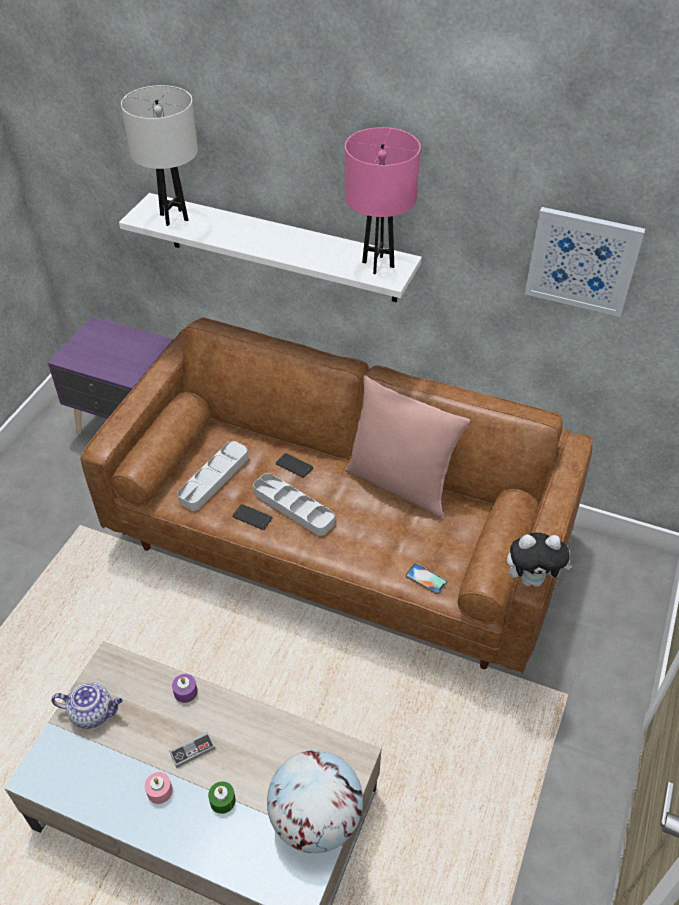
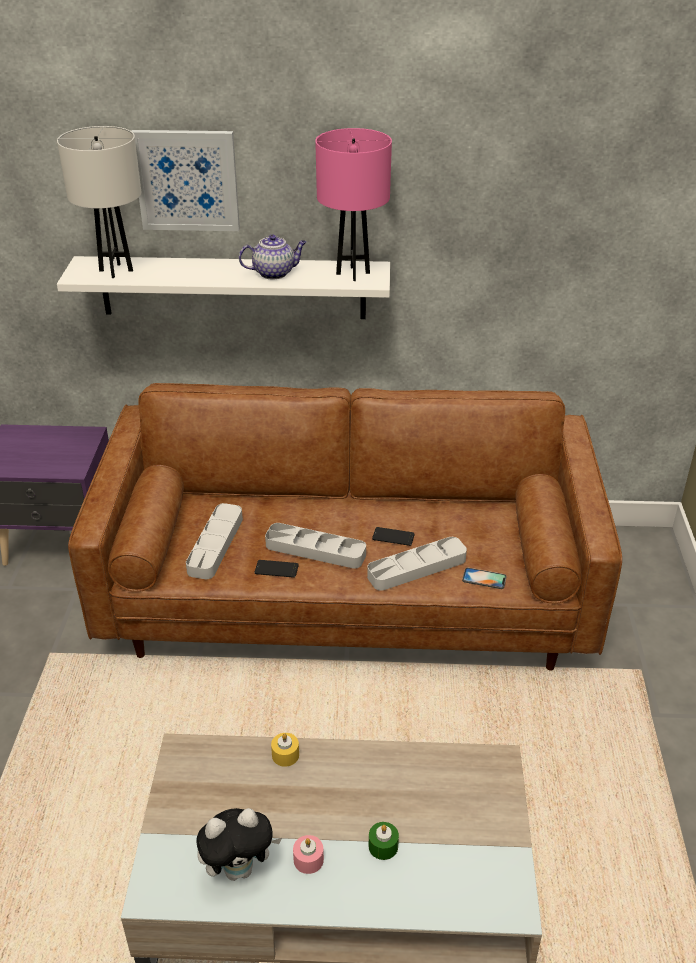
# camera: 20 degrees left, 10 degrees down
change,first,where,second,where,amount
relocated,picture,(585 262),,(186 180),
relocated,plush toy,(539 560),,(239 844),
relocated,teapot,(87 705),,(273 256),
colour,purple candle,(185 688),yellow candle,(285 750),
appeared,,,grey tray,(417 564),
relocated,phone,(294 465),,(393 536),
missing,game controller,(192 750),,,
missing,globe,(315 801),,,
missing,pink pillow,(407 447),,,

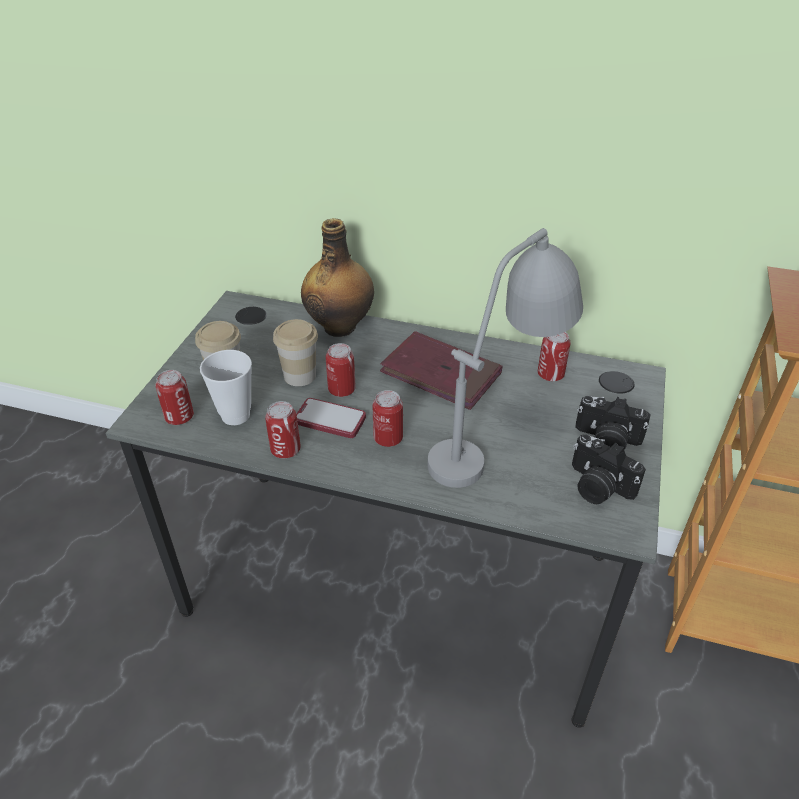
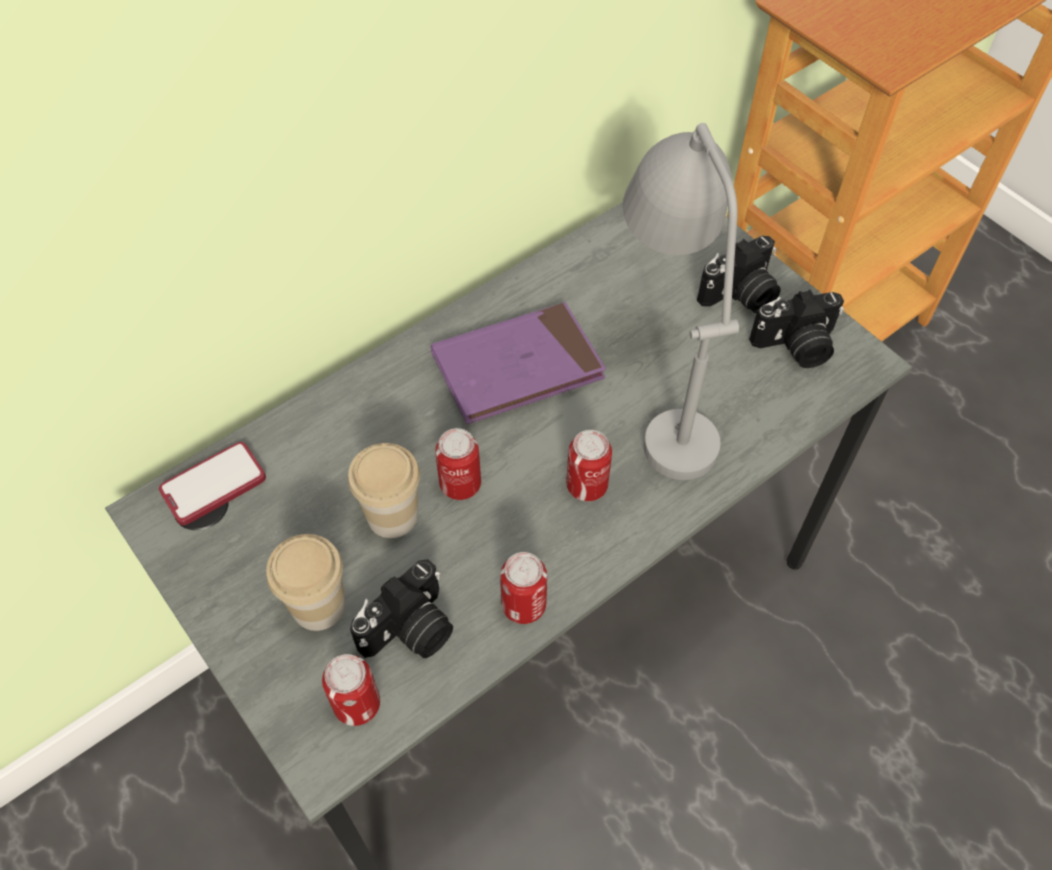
# camera: 55 degrees left, 15 degrees up
change,first,where,second,where,amount
relocated,phone,(331 418),,(212 483),
exchanged,cup,(226 387),photo camera,(401 608),
colour,red book,(441 370),purple book,(518 363),
missing,bottle,(337 277),,,
missing,can,(554 356),,,

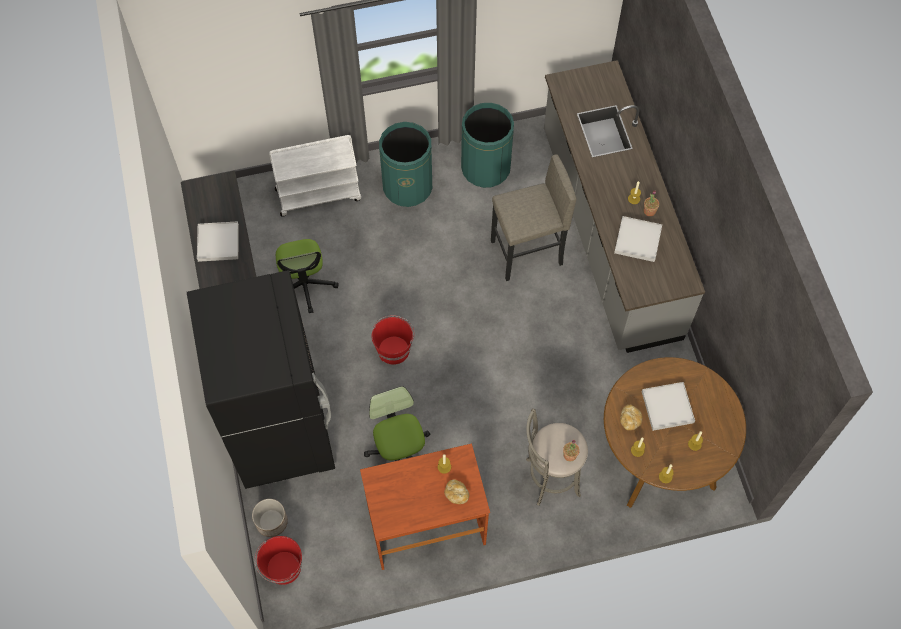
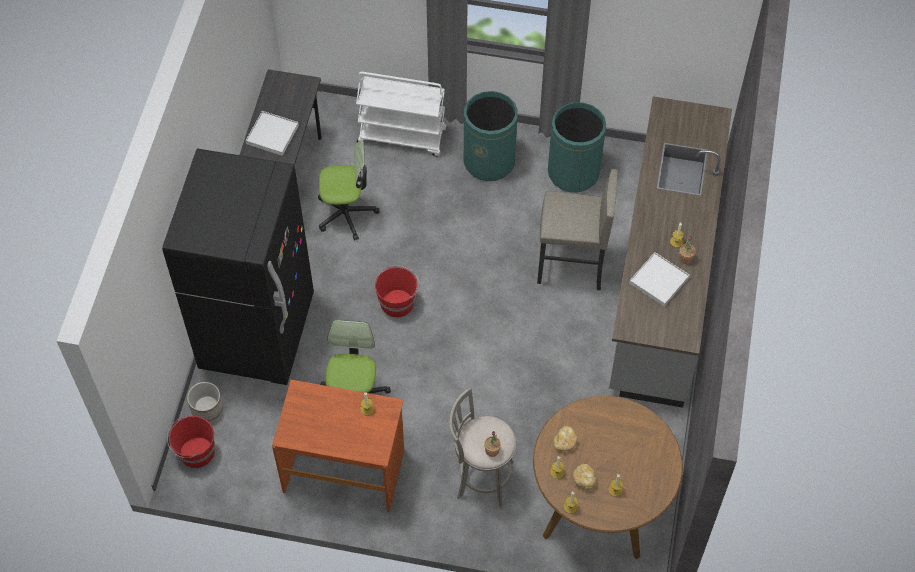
# camera: 25 degrees right, 5 degrees down
change,first,where,second,where,amount
spun,office chair,(307 276),,(349 190),105 degrees counterclockwise
relocated,bread,(456 491),,(584 477),
missing,white tray,(668 406),,,

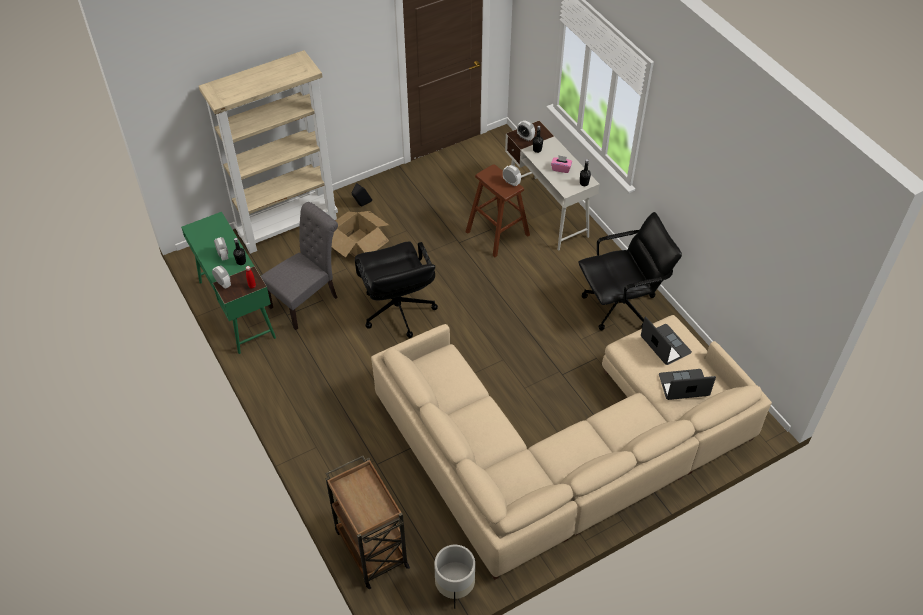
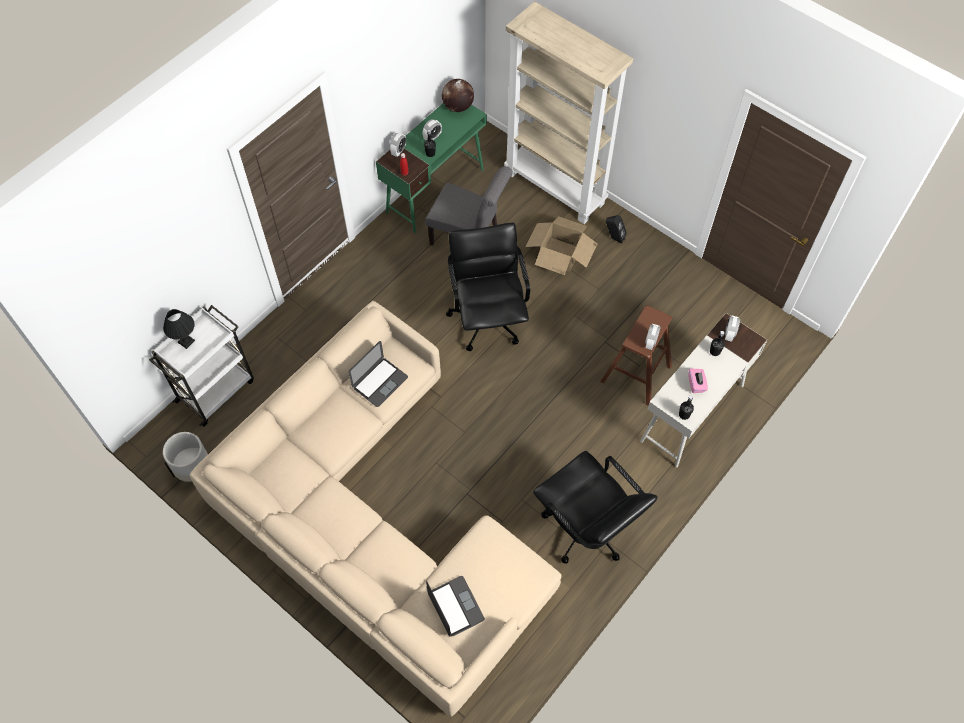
# camera: 70 degrees right, 10 degrees up
change,first,where,second,where,amount
colour,brown cart,(368 522),white cart,(201 365),
appeared,,,black table lamp,(179 329),
relocated,laptop,(666 340),,(378 374),
appeared,,,globe,(458 95),
spun,black office chair,(396 289),,(488 287),120 degrees clockwise

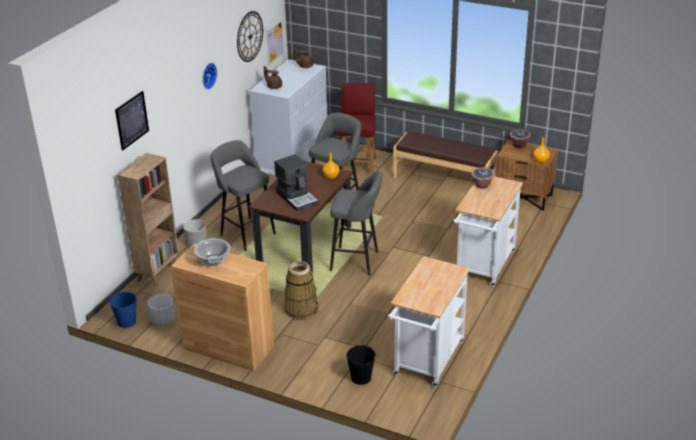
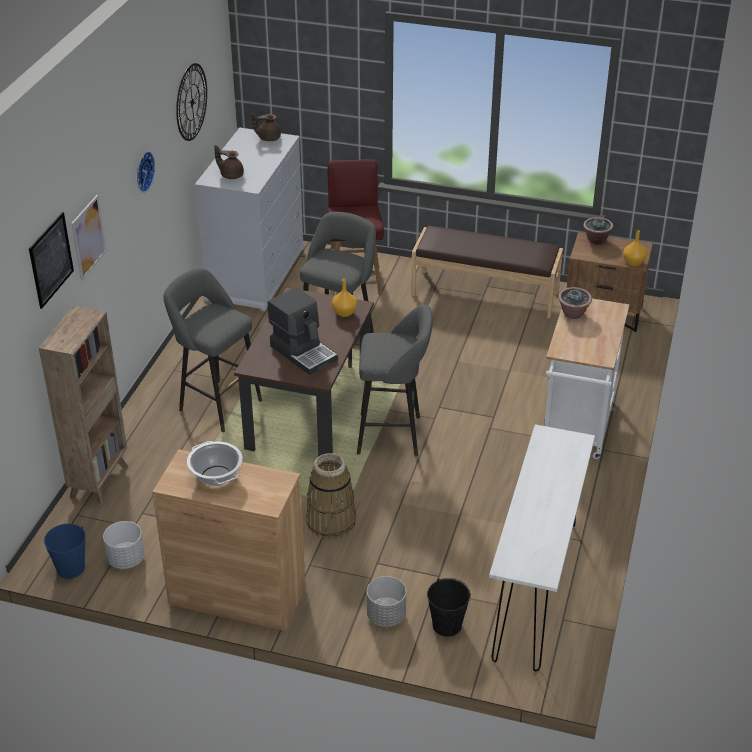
# camera: 10 degrees left, 5 degrees up
change,first,where,second,where,amount
relocated,picture,(275 42),,(89 238),
relocated,grey planter,(195 232),,(386 601),
exchanged,white cart,(429 321),white console table,(542 547),

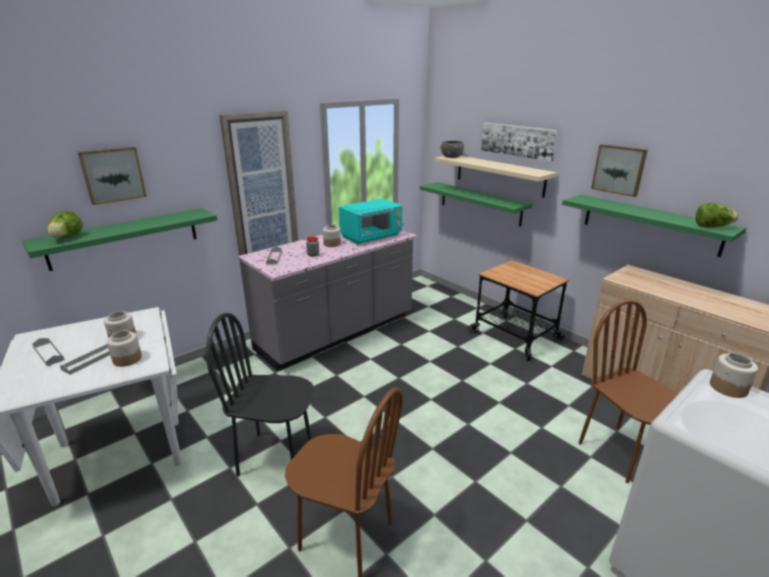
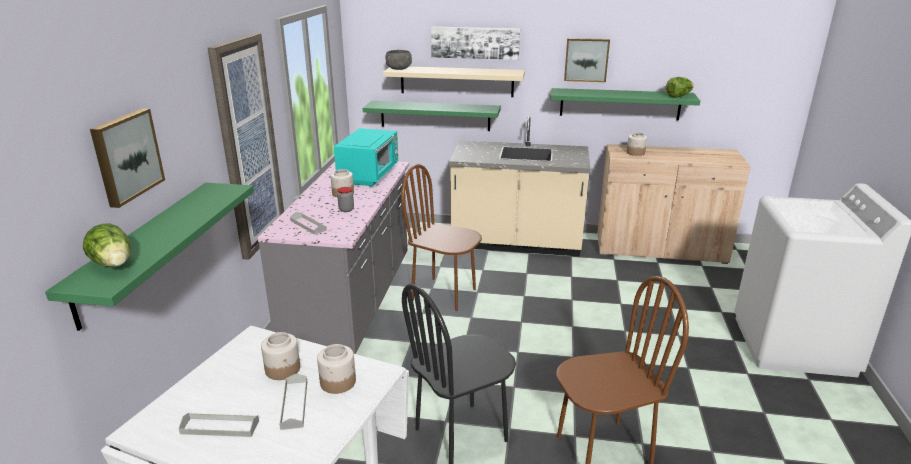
# camera: 40 degrees left, 0 degrees up
change,first,where,second,where,amount
relocated,brown chair,(629 391),,(441 237),
exchanged,cart,(518 310),beige counter,(520 186),
relocated,jar,(734 375),,(637 144),

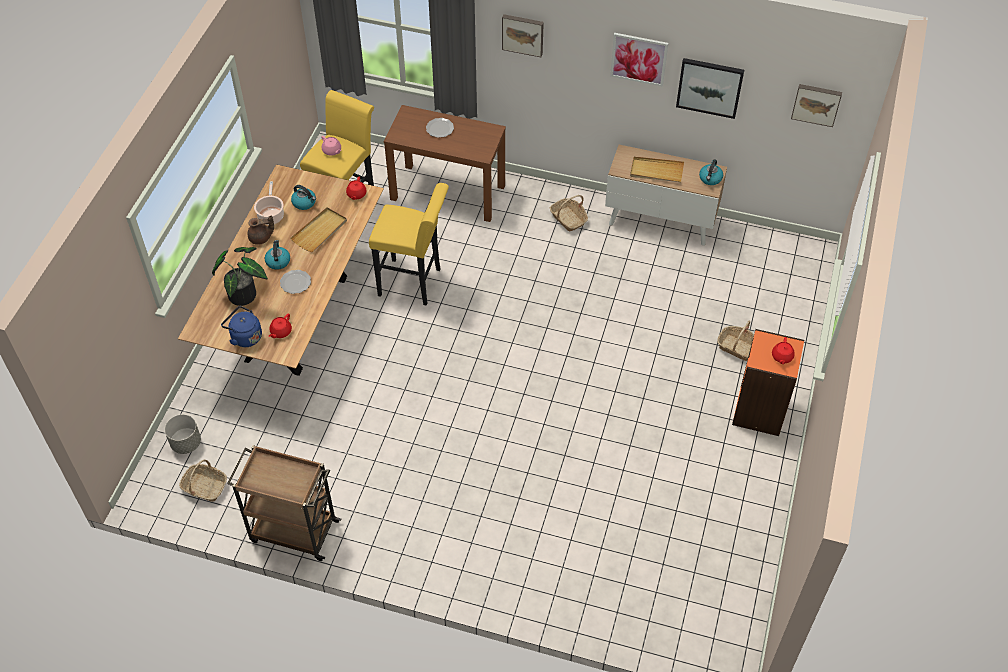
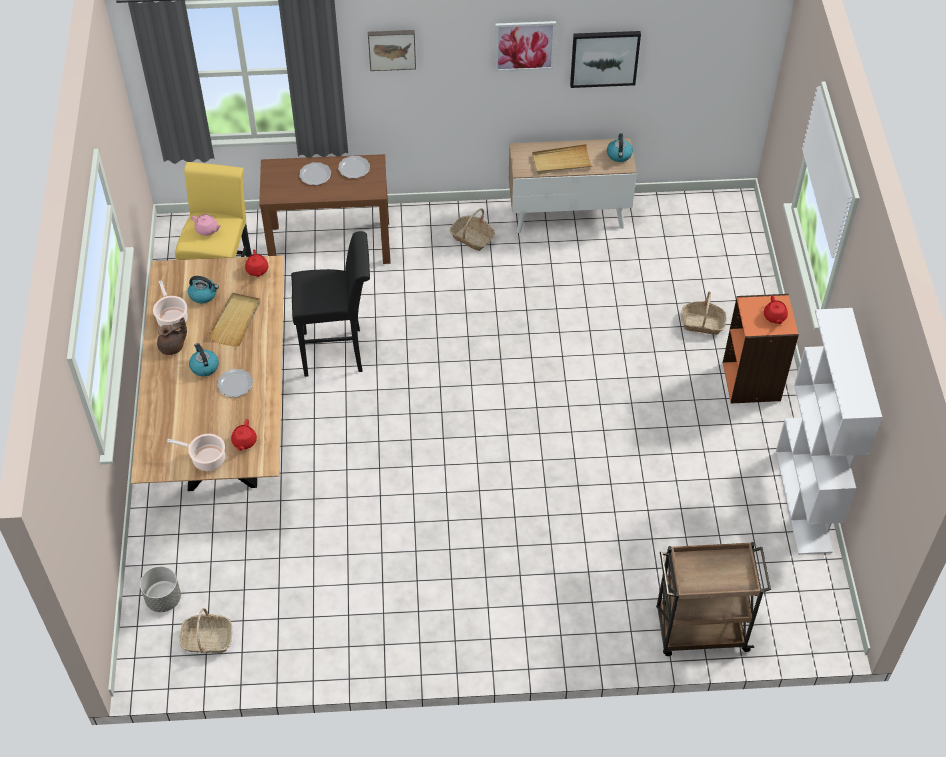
# camera: 20 degrees left, 0 degrees up
change,first,where,second,where,amount
exchanged,blue kettle,(241 326),cooking pot,(196 452),
colour,yellow stool,(409 244),black stool,(330 304),
appeared,,,plate,(354 167),
relocated,brown cart,(284 503),,(713 599),
appeared,,,white bookcase,(829 431),
missing,potted plant,(240 276),,,
missing,picture,(816 105),,,

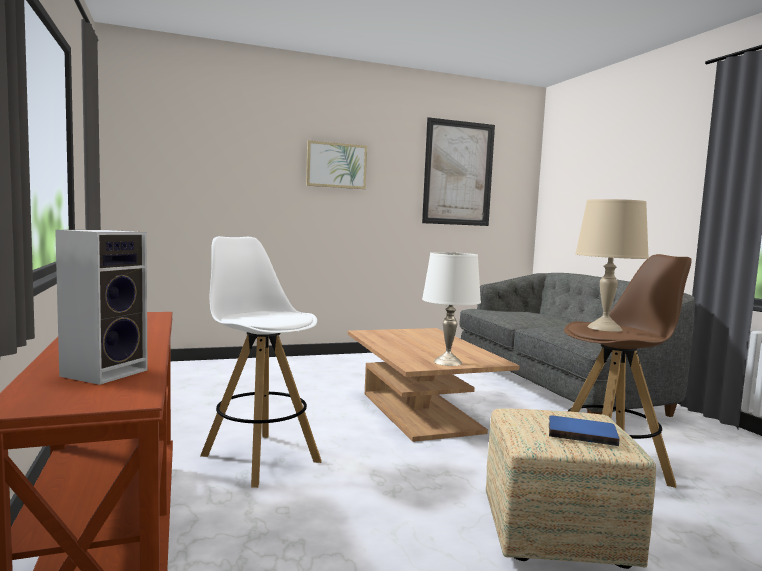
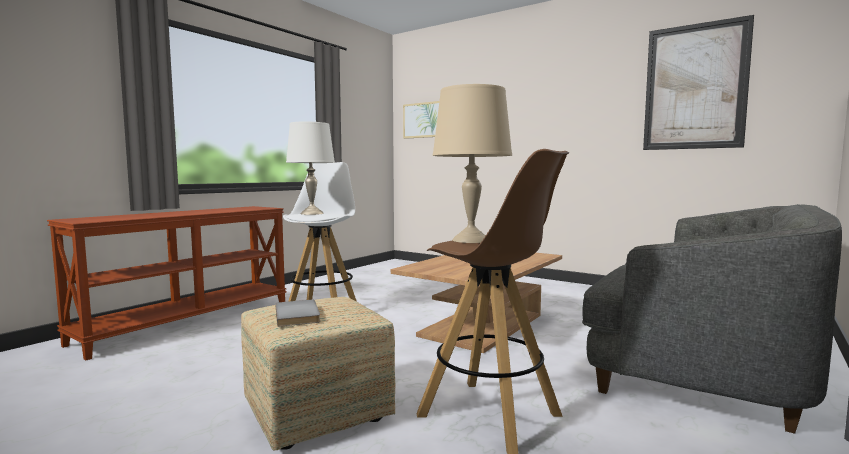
# camera: 55 degrees right, 0 degrees up
change,first,where,second,where,amount
colour,blue book,(584 430),grey book,(298 313),
relocated,white table lamp,(451 309),,(310 168),
relocated,picture,(336 164),,(421 120),
missing,speaker,(101 307),,,

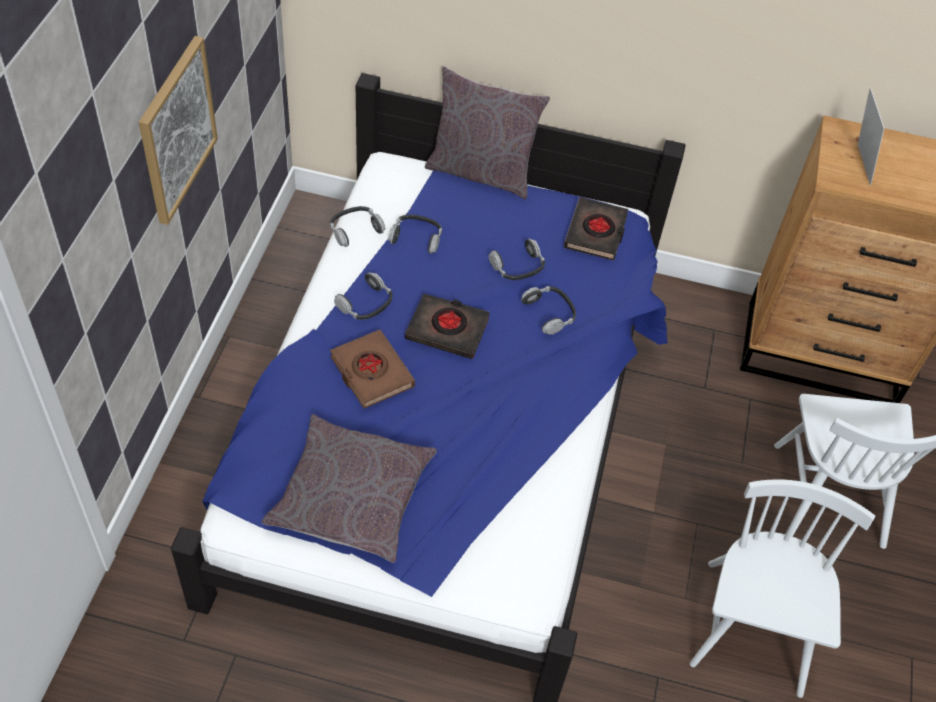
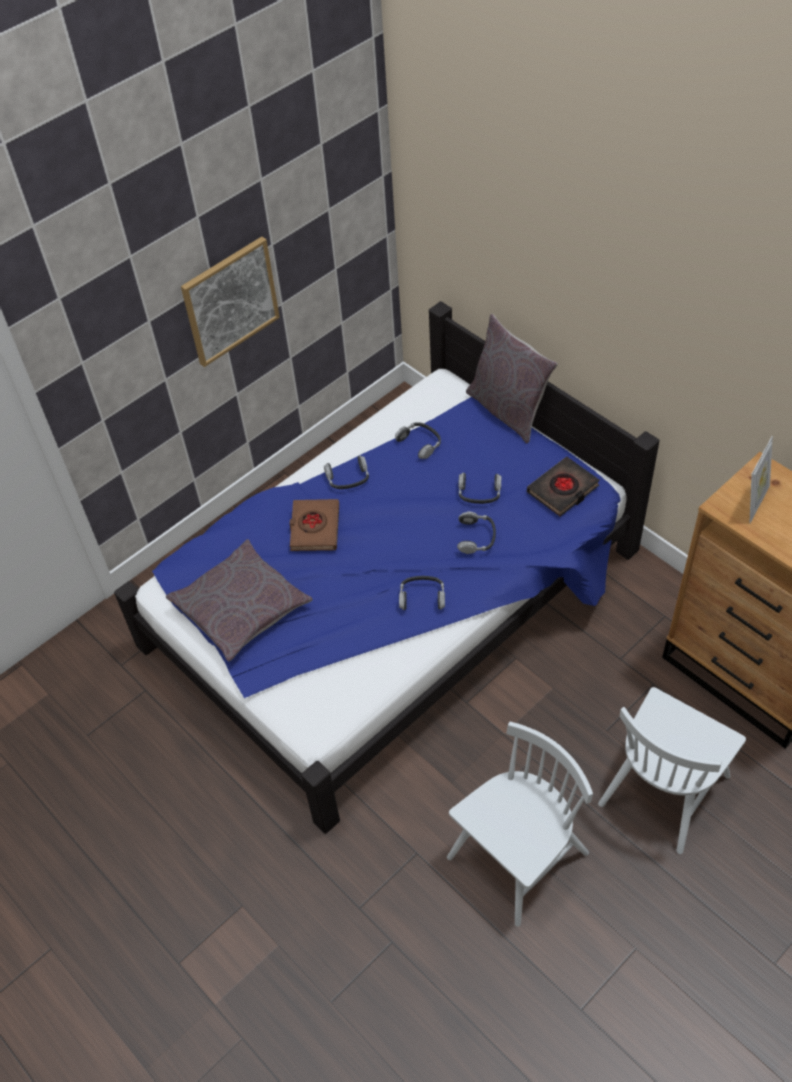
# camera: 40 degrees right, 0 degrees up
change,first,where,second,where,amount
relocated,headphones,(357 226),,(422 593),
missing,black book,(447 326),,,

